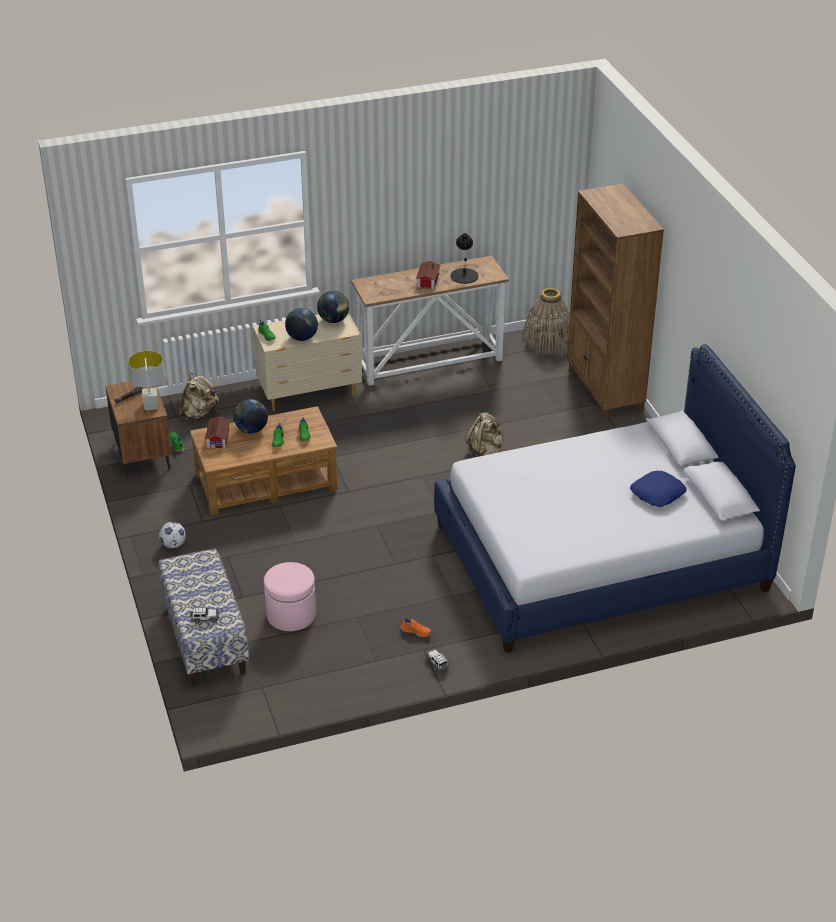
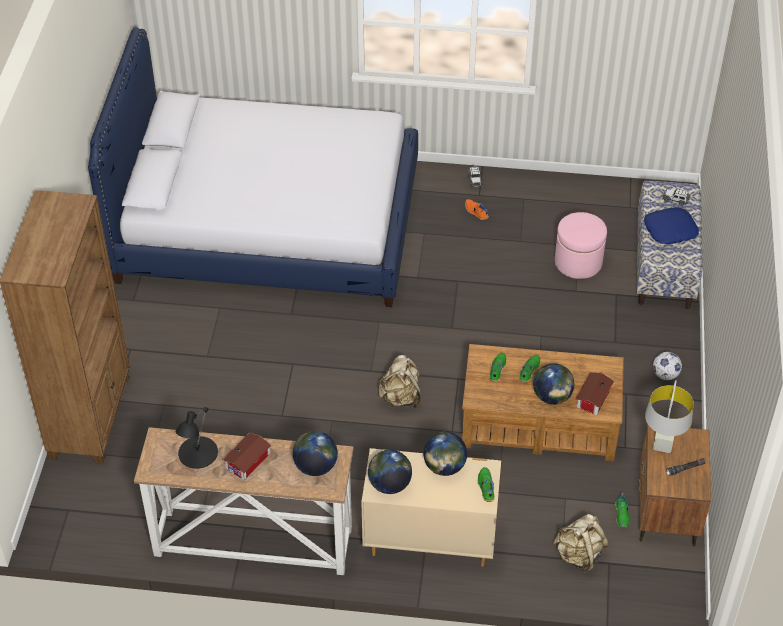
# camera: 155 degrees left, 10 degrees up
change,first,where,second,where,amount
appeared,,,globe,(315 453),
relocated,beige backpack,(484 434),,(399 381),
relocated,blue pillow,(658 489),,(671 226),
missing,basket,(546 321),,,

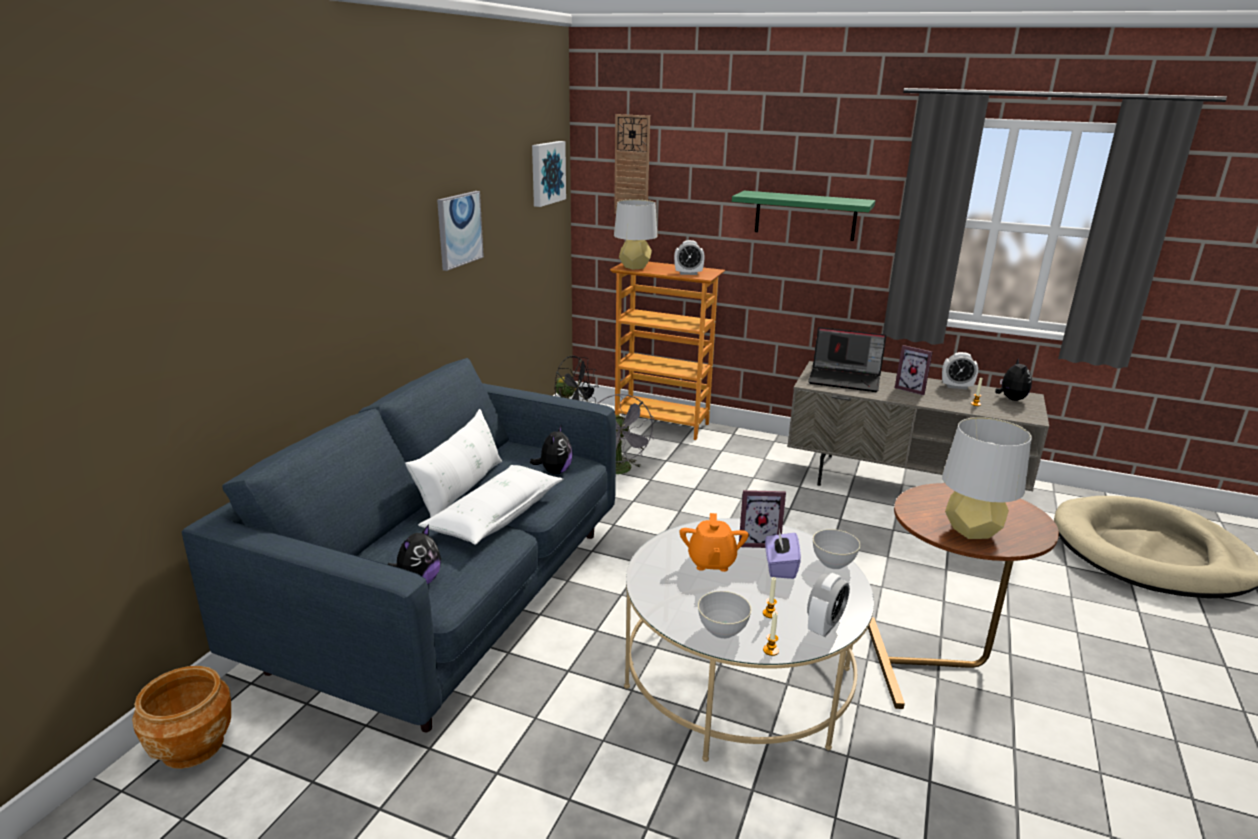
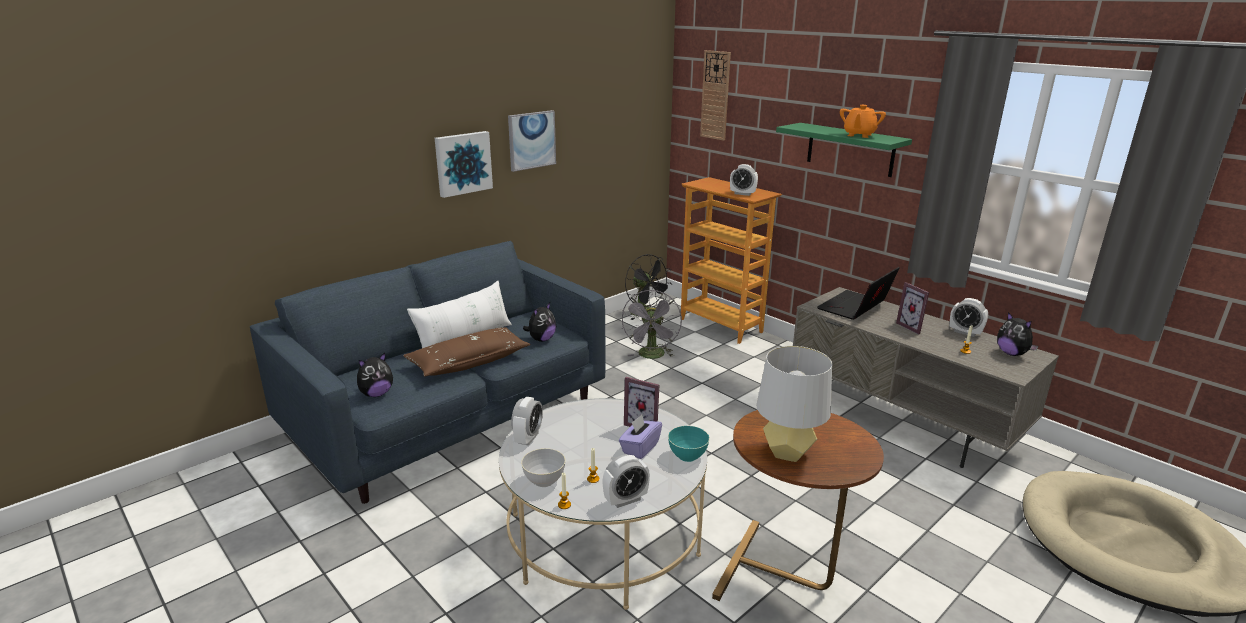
# camera: 25 degrees right, 0 degrees up
change,first,where,second,where,amount
colour,white pillow,(490 505),brown pillow,(467 352),
relocated,picture,(549 174),,(464 164),
appeared,,,alarm clock,(527 421),
colour,grey bowl,(836 549),turquoise bowl,(689 444),
spun,laptop,(847 359),,(858 293),90 degrees clockwise
relocated,orange teapot,(714 542),,(863 121),
spun,plush toy,(1013 379),,(1017 334),120 degrees clockwise
missing,brown planter,(181 717),,,
missing,grey table lamp,(636 235),,,

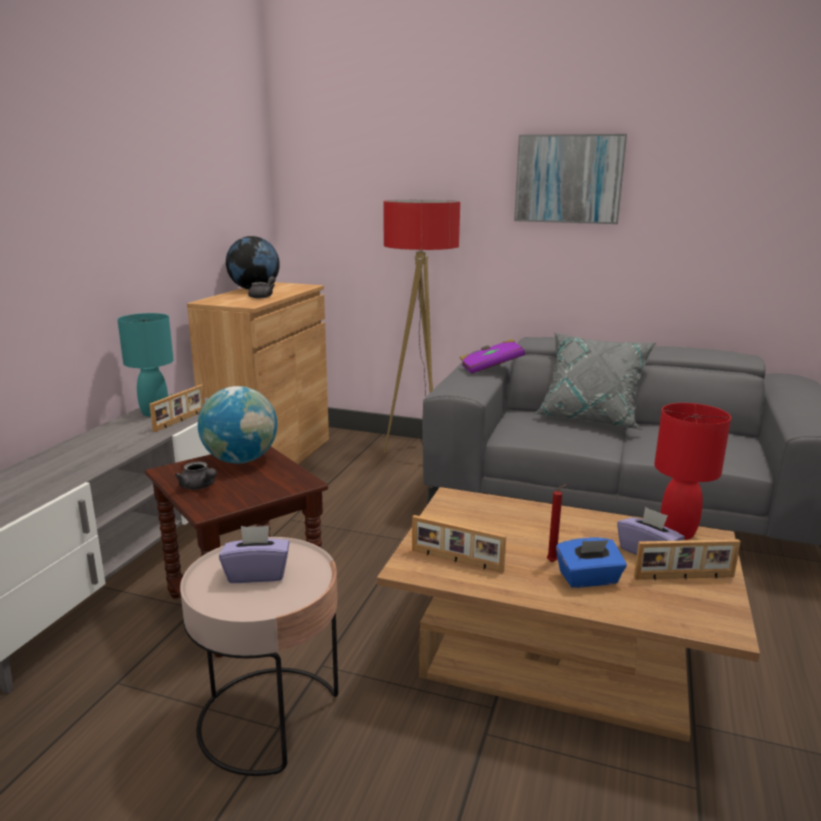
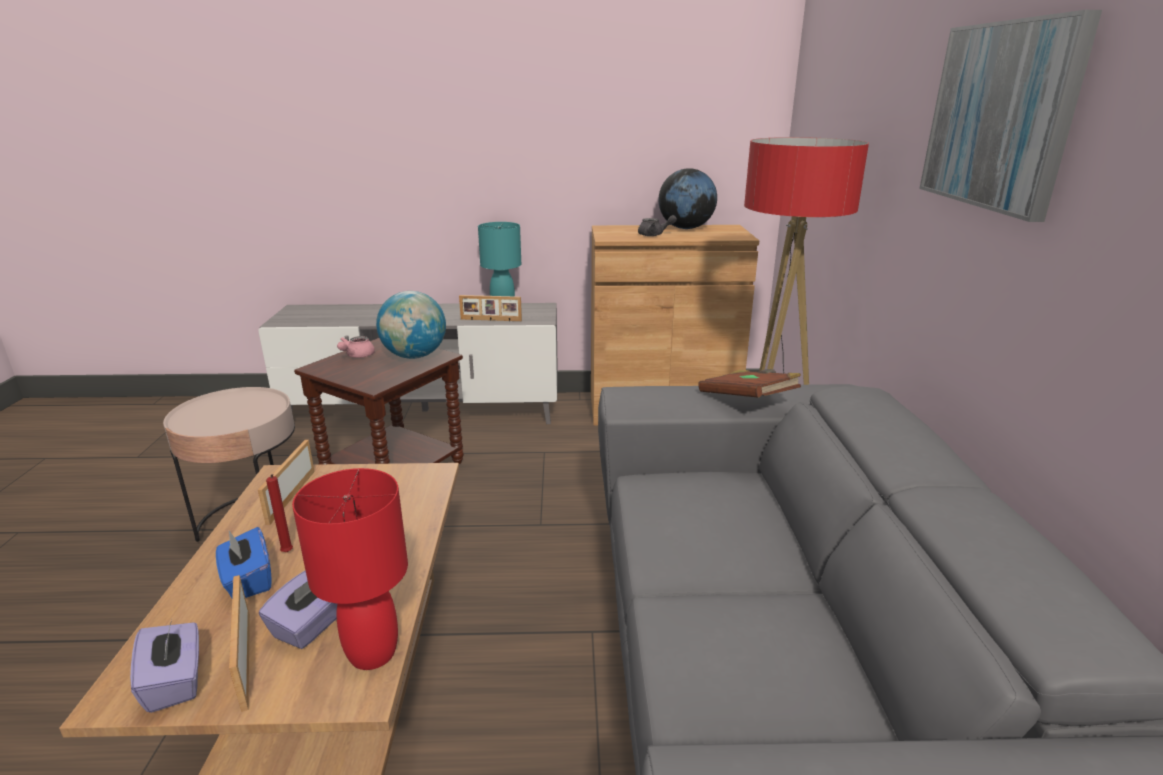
# camera: 70 degrees right, 5 degrees up
change,first,where,second,where,amount
relocated,purple tissue box,(254 554),,(164 666),
colour,grey teapot,(196 475),pink teapot,(356 347),
colour,purple book,(492 356),brown book,(749 383),
missing,grey pillow,(594 381),,,

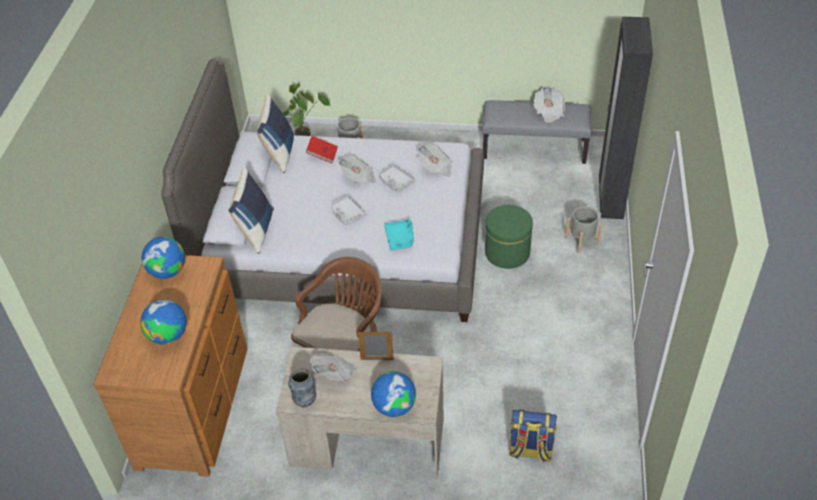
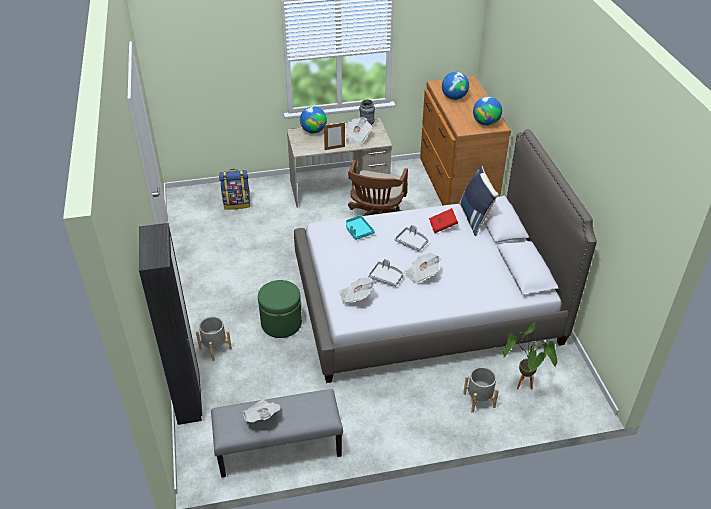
# camera: 160 degrees right, 5 degrees down
change,first,where,second,where,amount
relocated,red book,(321 149),,(443 220),
missing,blue pillow,(275 133),,,

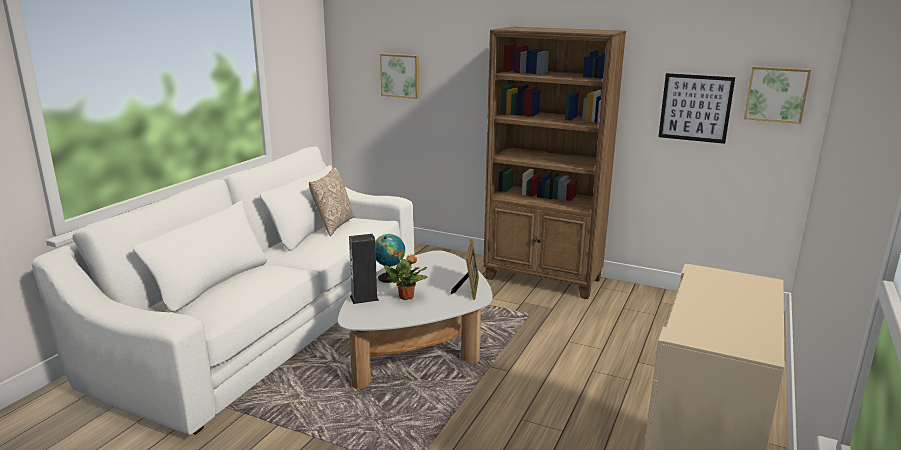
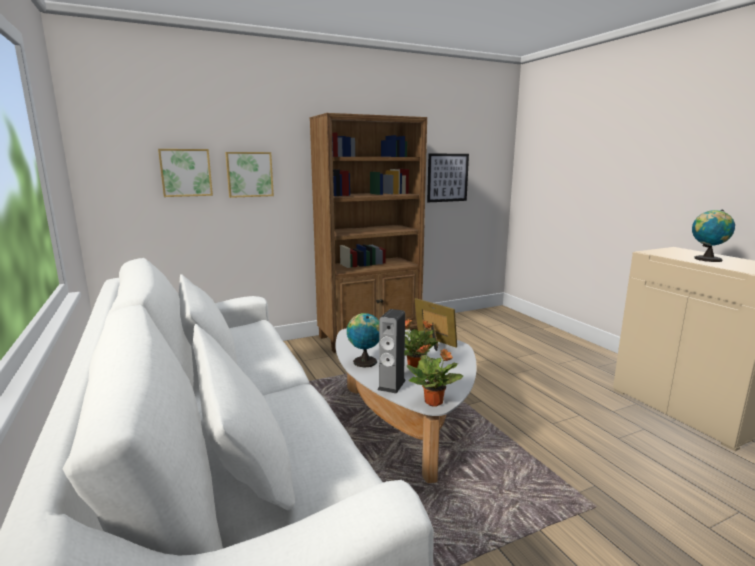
# camera: 50 degrees left, 5 degrees down
change,first,where,second,where,amount
relocated,picture,(777 95),,(249 175),
appeared,,,potted plant,(435 375),
appeared,,,globe,(713 236),
missing,pillow,(331 201),,,

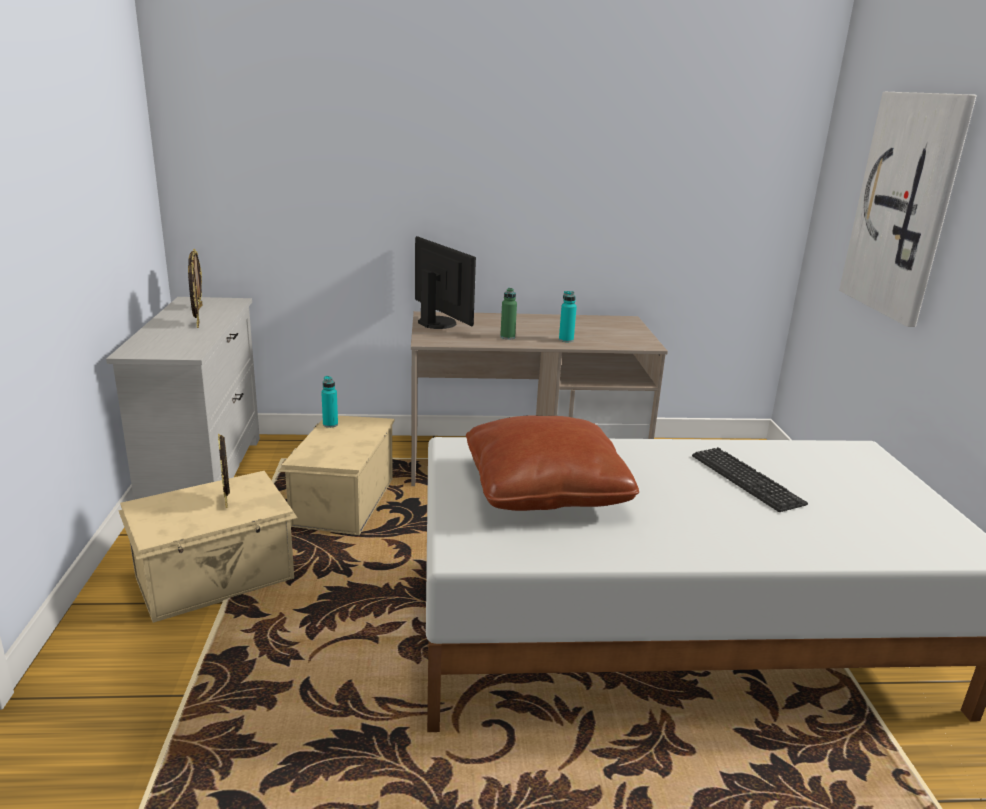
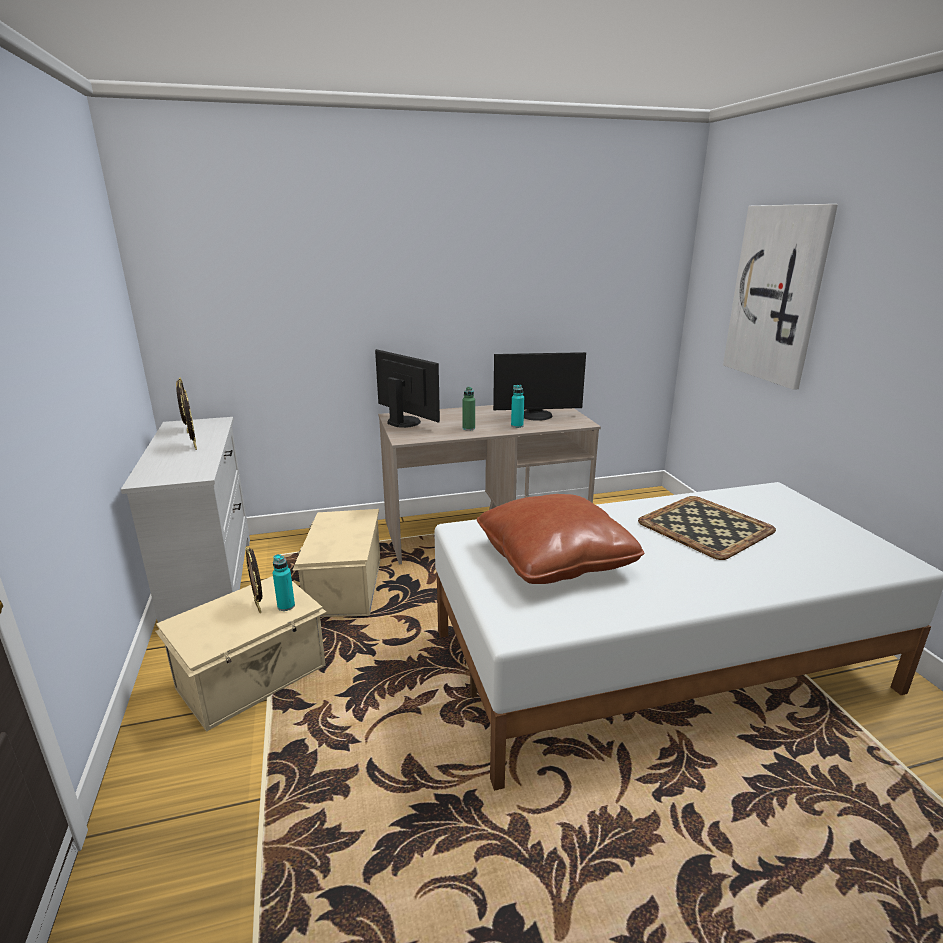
# camera: 10 degrees left, 0 degrees up
change,first,where,second,where,amount
relocated,turquoise bottle,(329 402),,(284 582),
appeared,,,monitor,(539 386),
exchanged,keyboard,(750 479),tray,(707 528),

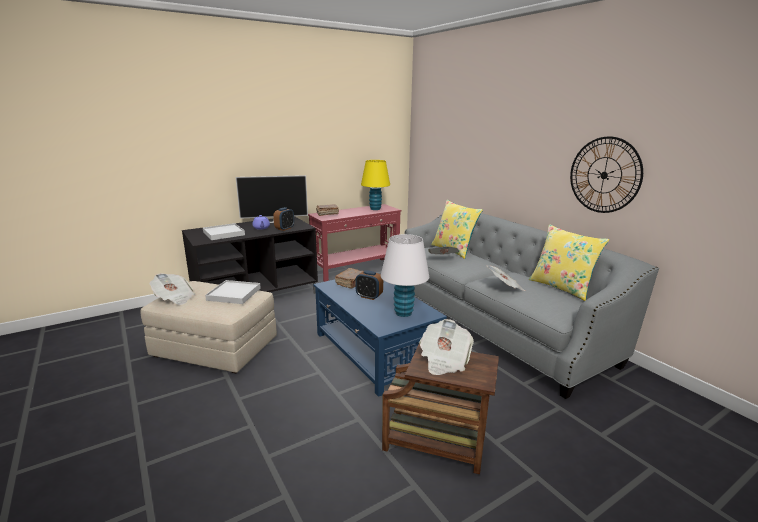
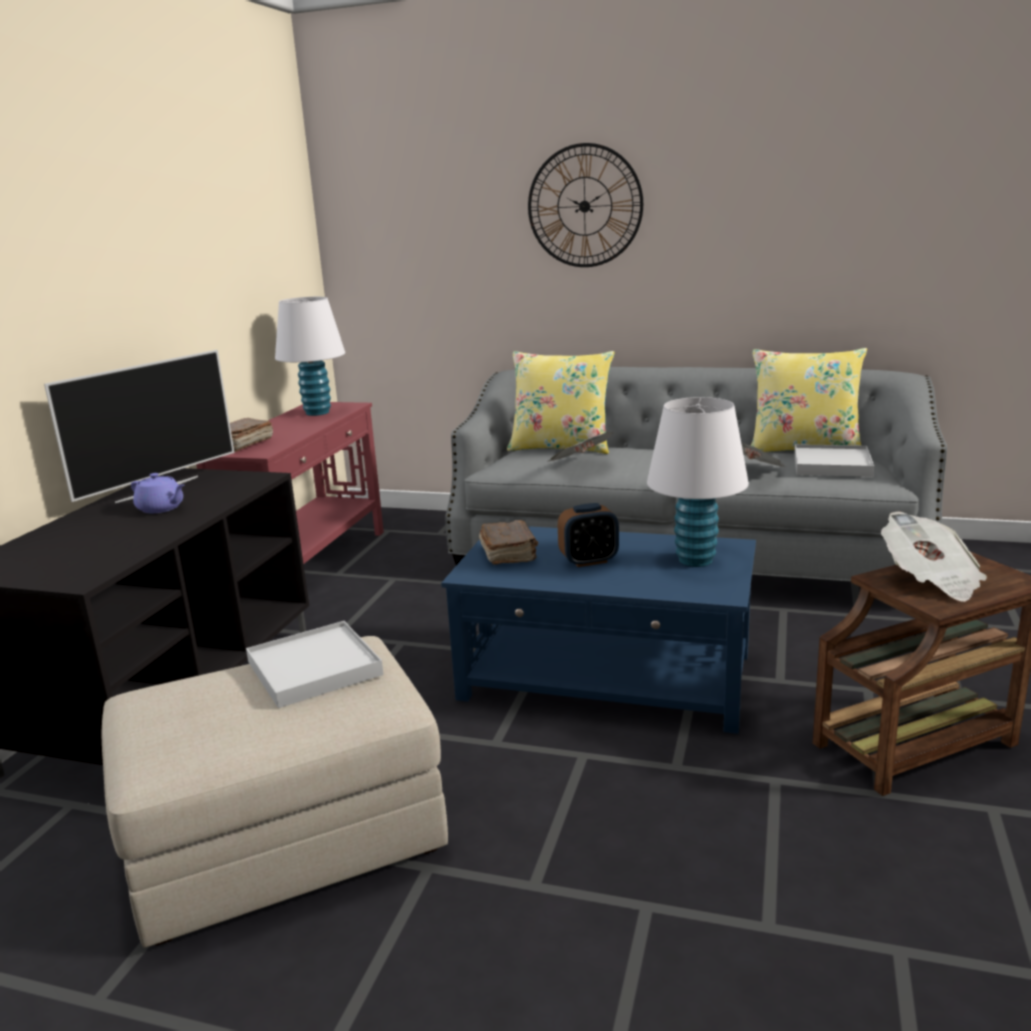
# camera: 40 degrees left, 0 degrees up
change,first,where,second,where,amount
colour,yellow table lamp,(375 185),white table lamp,(310 356),
relocated,wall clock,(606 174),,(585 205),
relocated,white tray,(224 231),,(834 460),
missing,newspaper,(172 289),,,
missing,alarm clock,(283 219),,,

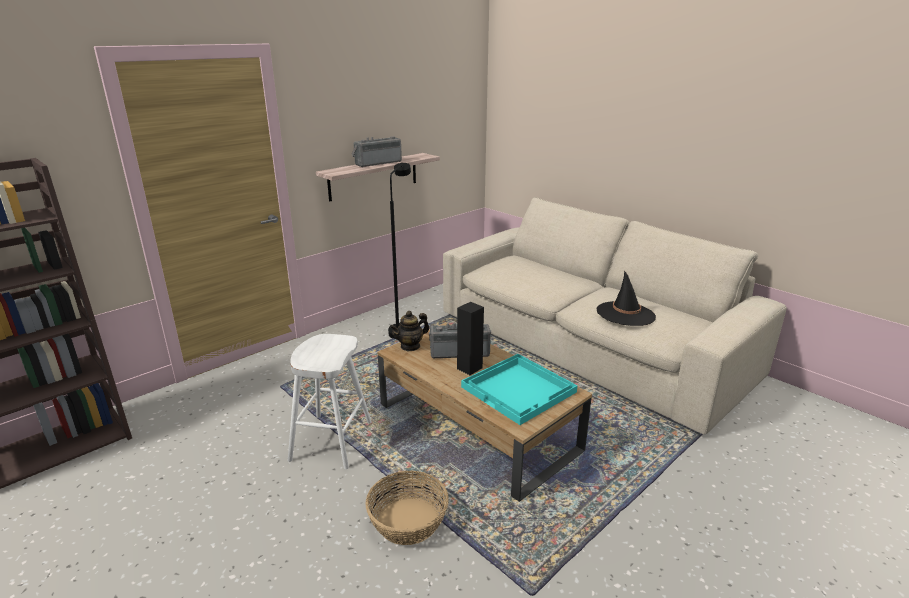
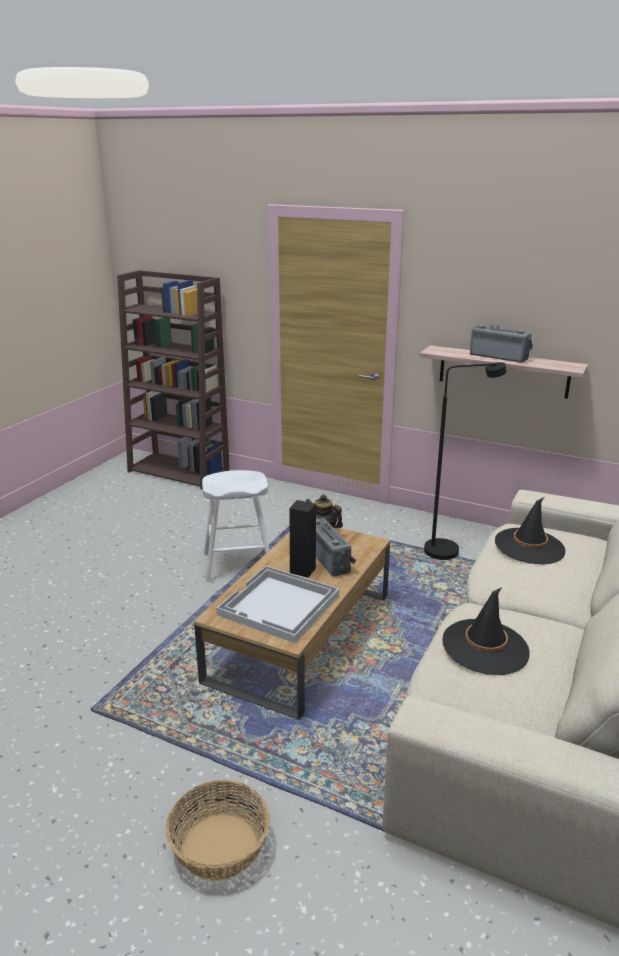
# camera: 70 degrees right, 0 degrees up
change,first,where,second,where,amount
relocated,basket,(407 508),,(218 830),
colour,turquoise tray,(519 389),white tray,(277 604),
appeared,,,black hat,(530 530),

